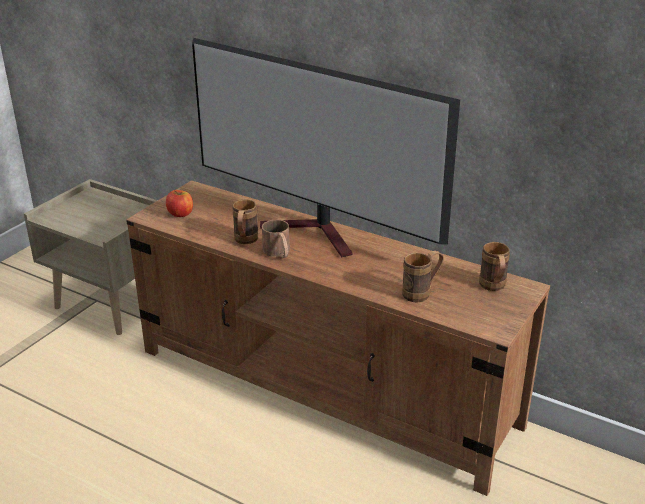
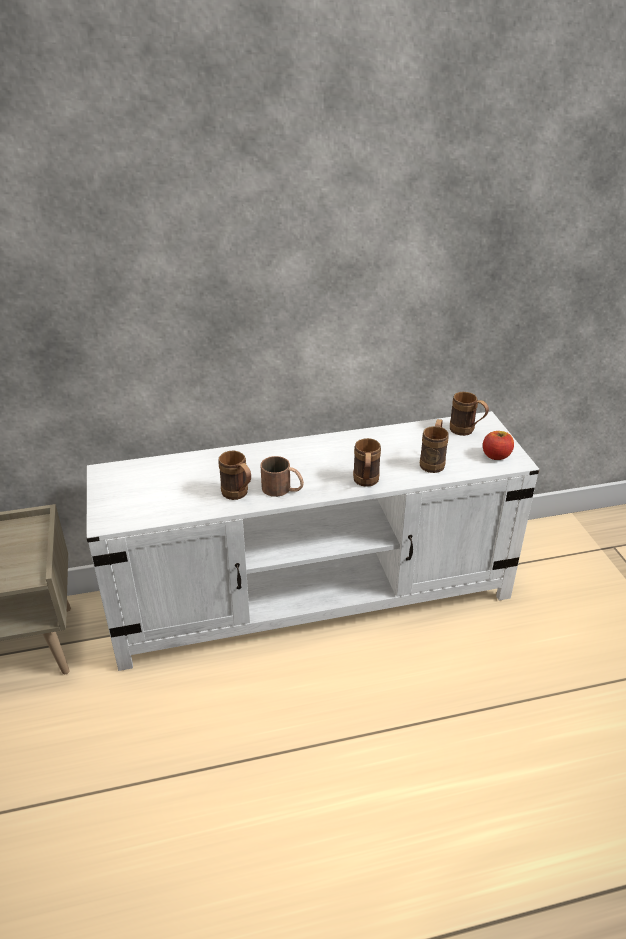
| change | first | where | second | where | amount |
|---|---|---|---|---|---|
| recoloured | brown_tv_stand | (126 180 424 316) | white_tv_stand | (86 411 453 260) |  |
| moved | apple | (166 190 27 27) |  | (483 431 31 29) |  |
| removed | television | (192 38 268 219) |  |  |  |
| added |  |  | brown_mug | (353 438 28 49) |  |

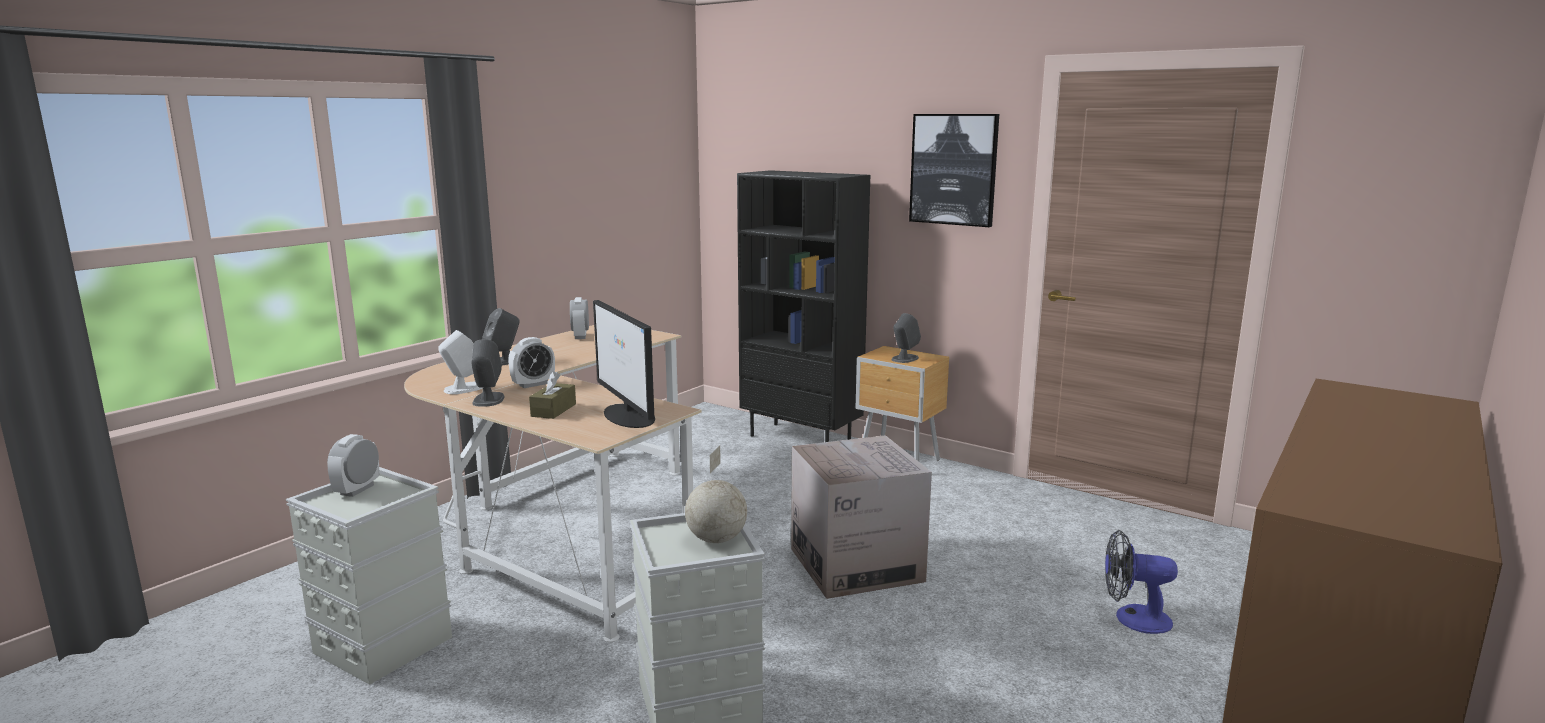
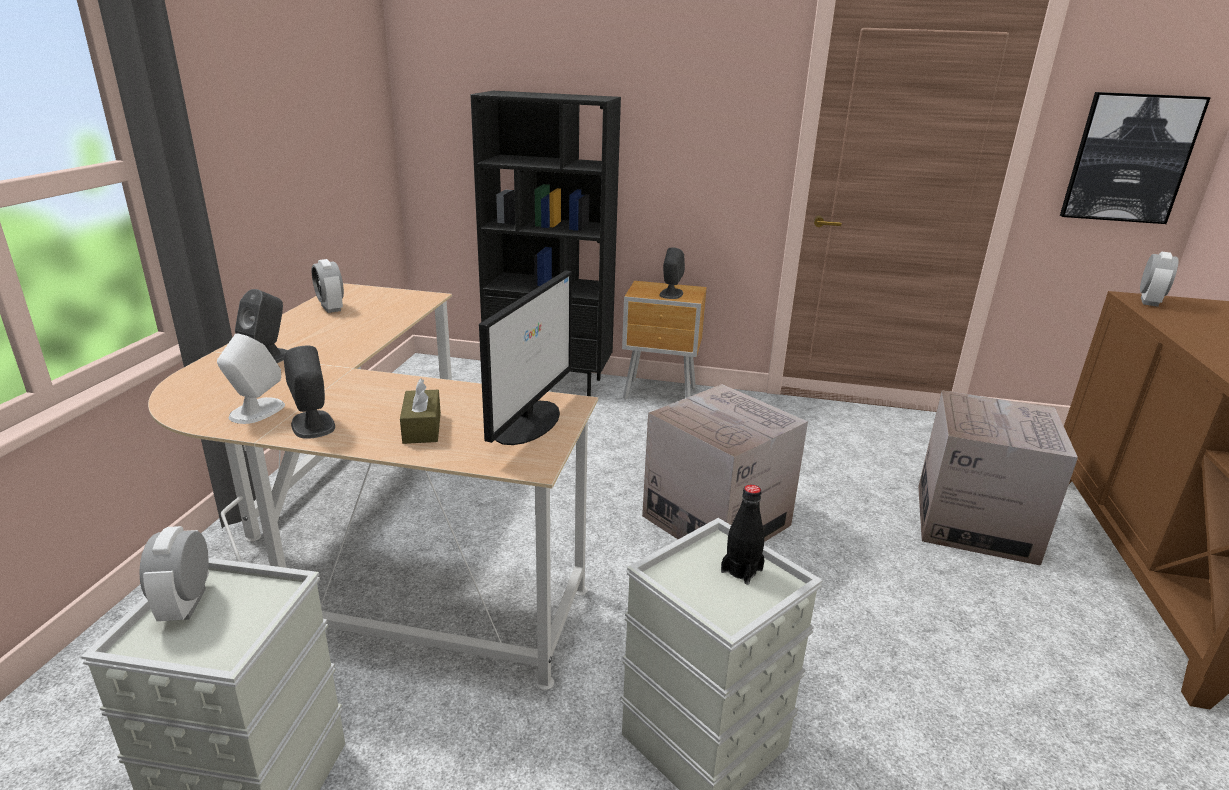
| change | first | where | second | where | amount |
|---|---|---|---|---|---|
| moved | alarm_clock | (508 337 47 51) |  | (1140 252 39 55) |  |
| turned | monitor | (593 300 62 128) |  | (479 270 93 175) | 105 degrees counterclockwise |
| replaced | globe | (685 446 62 97) | black_bottle | (721 485 44 100) |  |
| moved | picture | (909 114 90 113) |  | (1060 92 151 132) |  |
| replaced | fan | (1105 530 73 104) | cardboard_box | (918 390 160 176) |  |

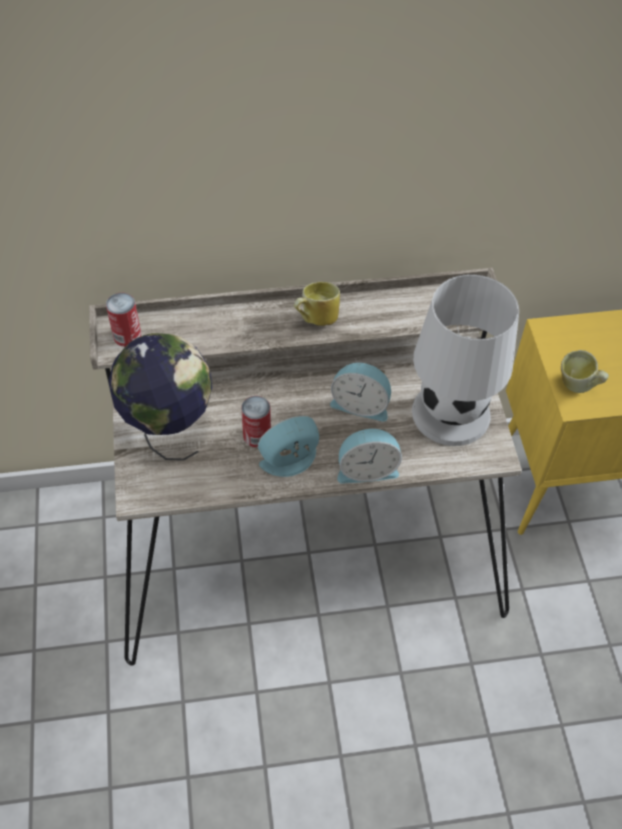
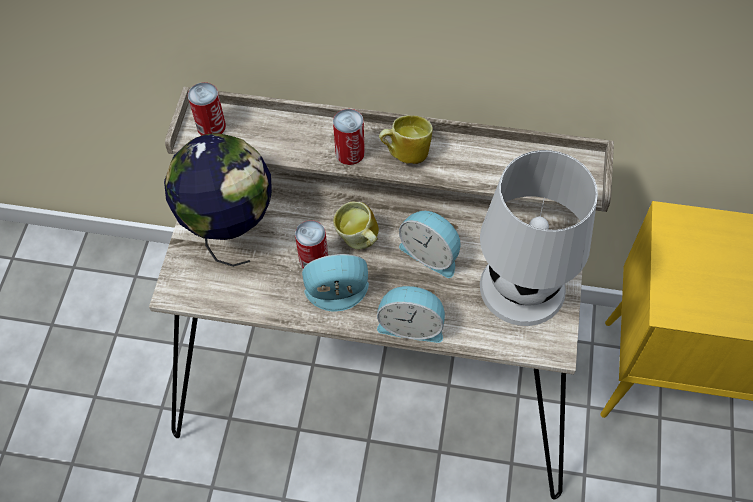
| change | first | where | second | where | amount |
|---|---|---|---|---|---|
| moved | mug | (561 350 48 43) |  | (333 201 46 49) |  |
| added |  |  | can | (333 109 32 56) |  |

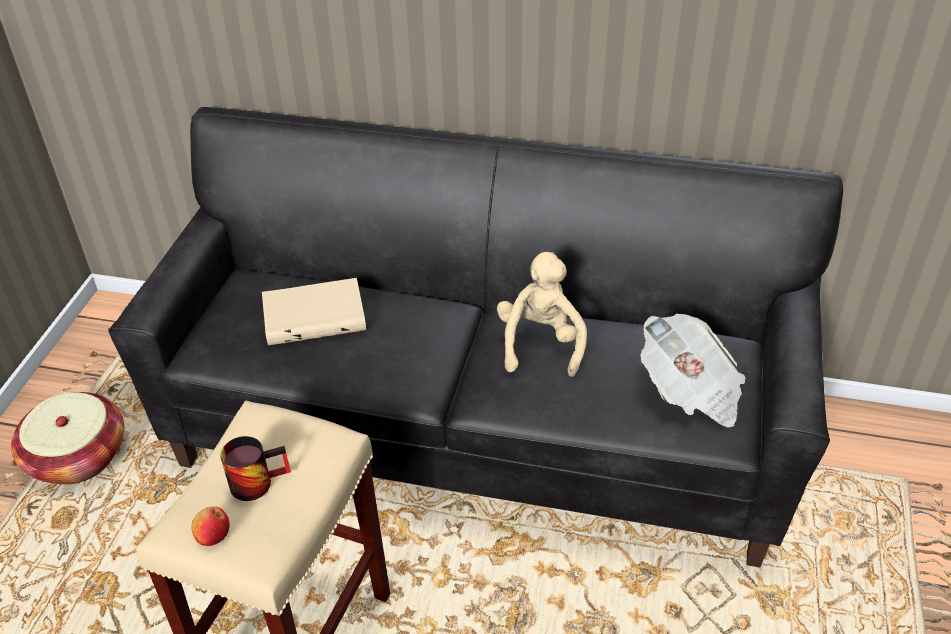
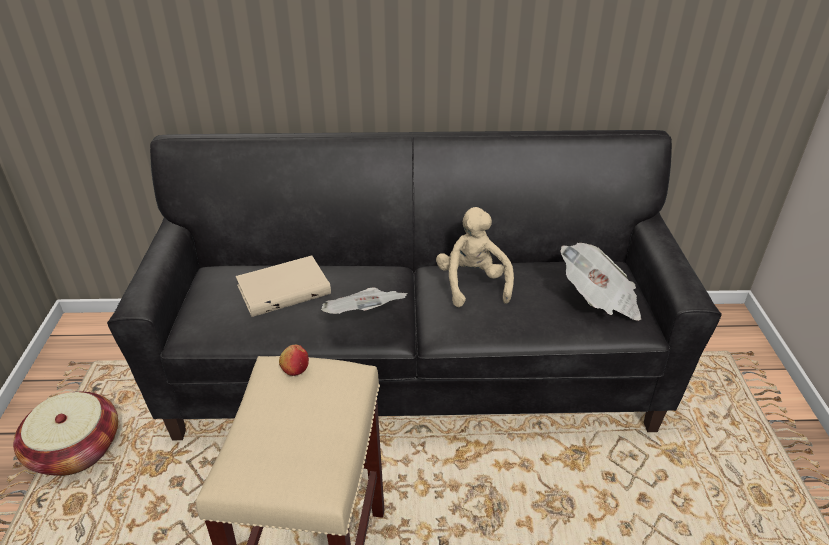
| change | first | where | second | where | amount |
|---|---|---|---|---|---|
| moved | apple | (191 506 39 40) |  | (279 345 30 31) |  |
| removed | mug | (220 436 71 65) |  |  |  |
| added |  |  | newspaper | (321 287 86 27) |  |

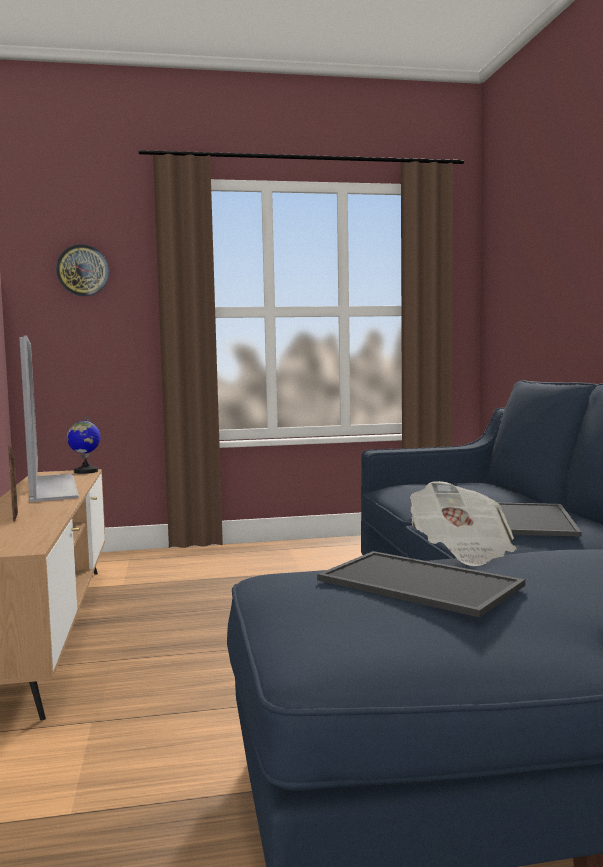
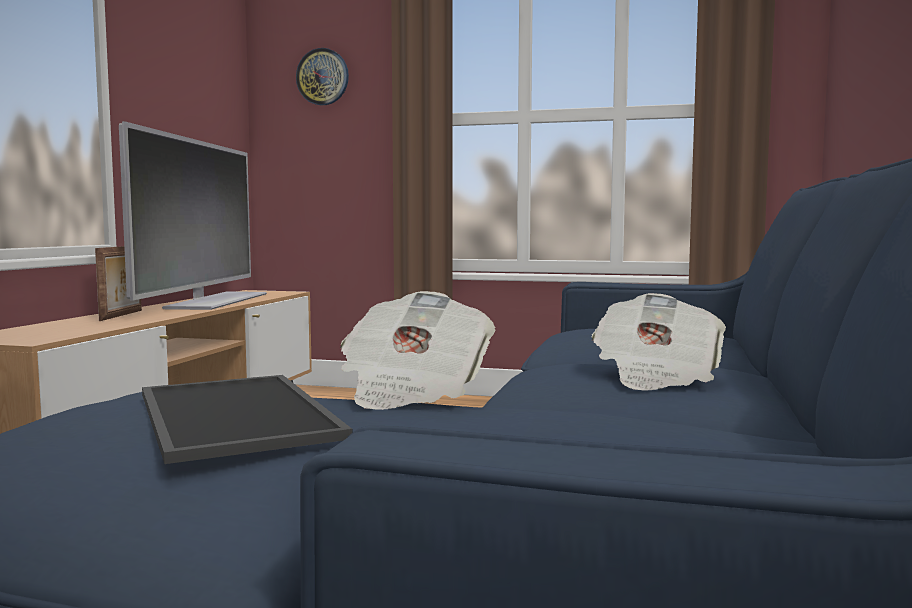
| change | first | where | second | where | amount |
|---|---|---|---|---|---|
| removed | globe | (67 416 34 58) |  |  |  |
| replaced | tray | (498 503 84 34) | newspaper | (592 293 134 98) |  |

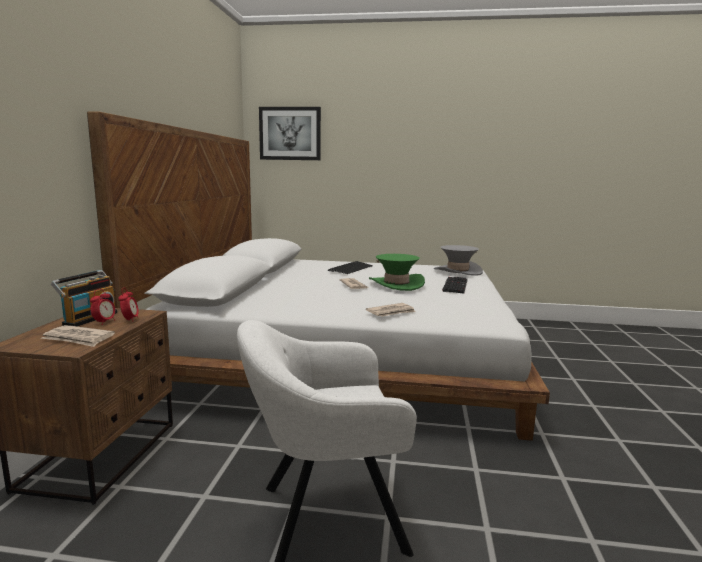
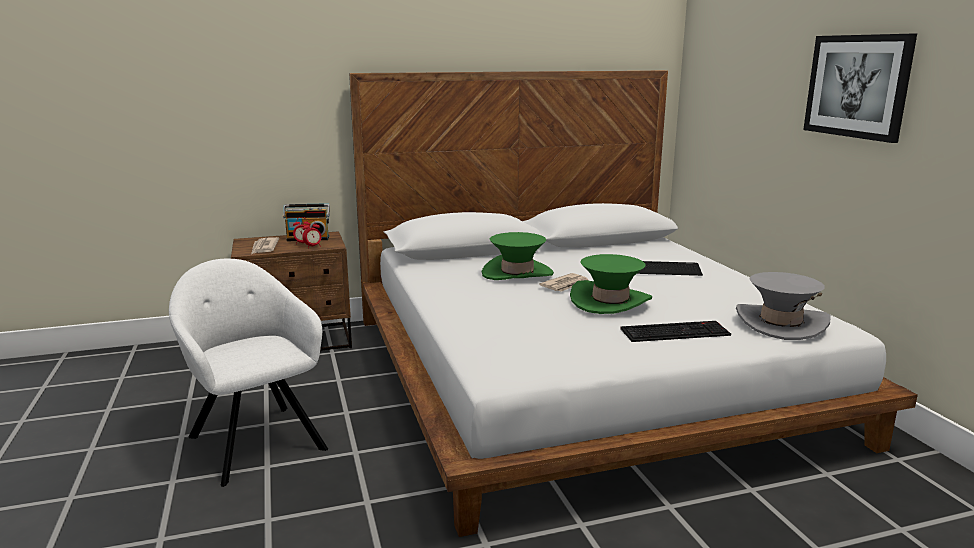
| change | first | where | second | where | amount |
|---|---|---|---|---|---|
| moved | picture | (259 107 62 53) |  | (803 34 114 109) |  |
| removed | newspaper | (366 303 50 14) |  |  |  |
| added |  |  | green_hat | (482 232 72 48) |  |

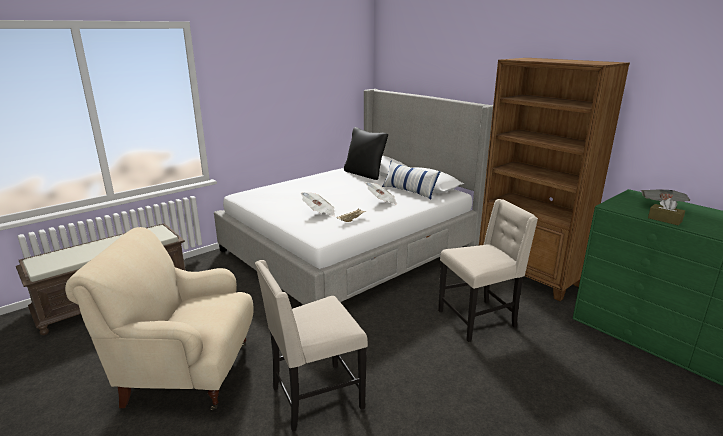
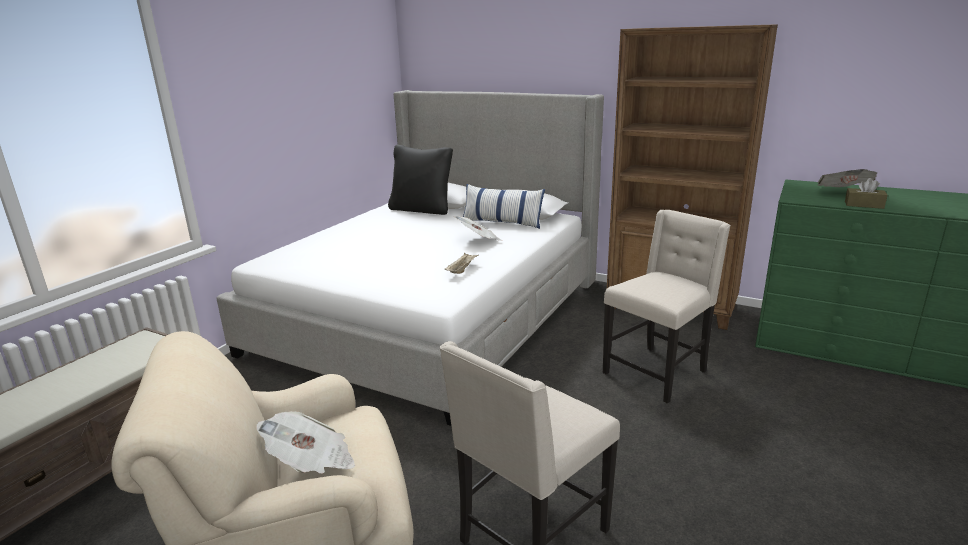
| change | first | where | second | where | amount |
|---|---|---|---|---|---|
| moved | newspaper | (301 192 34 24) |  | (256 411 100 63) |  |

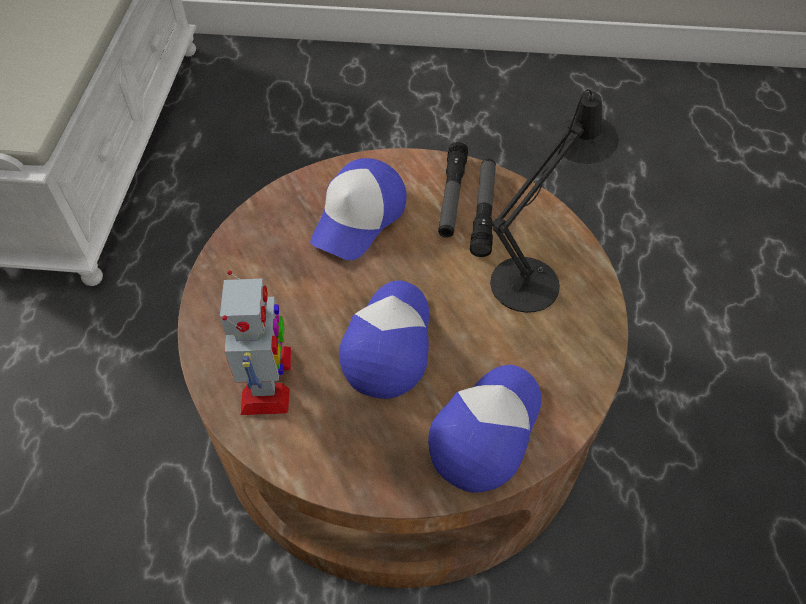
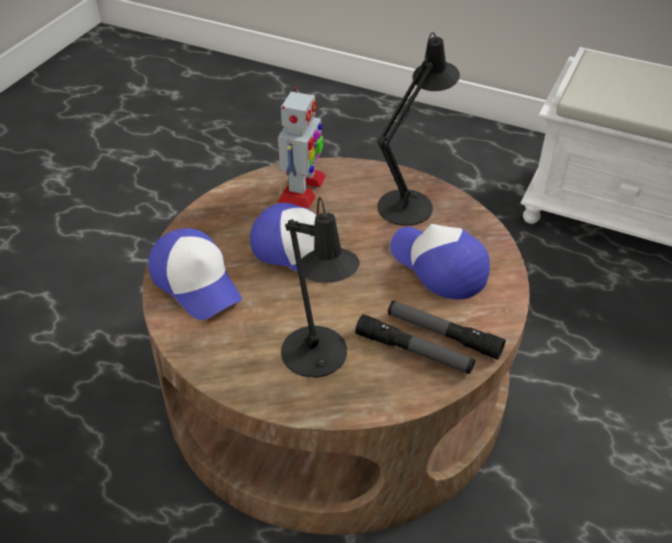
| change | first | where | second | where | amount |
|---|---|---|---|---|---|
| turned | toy_robot | (220 270 71 145) |  | (277 87 49 122) | 90 degrees counterclockwise |
| added |  |  | black_table_lamp | (377 32 83 194) |  |

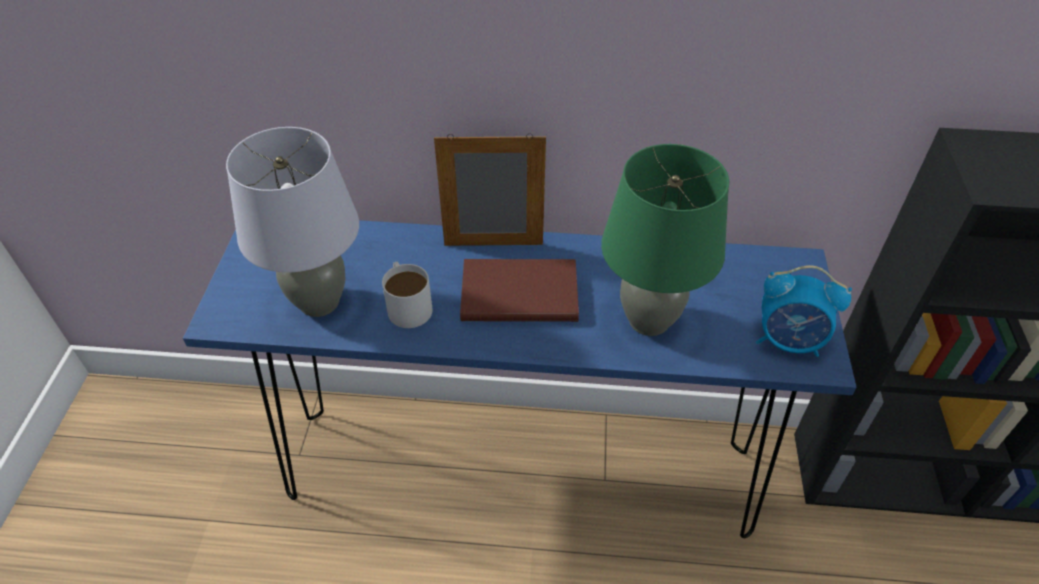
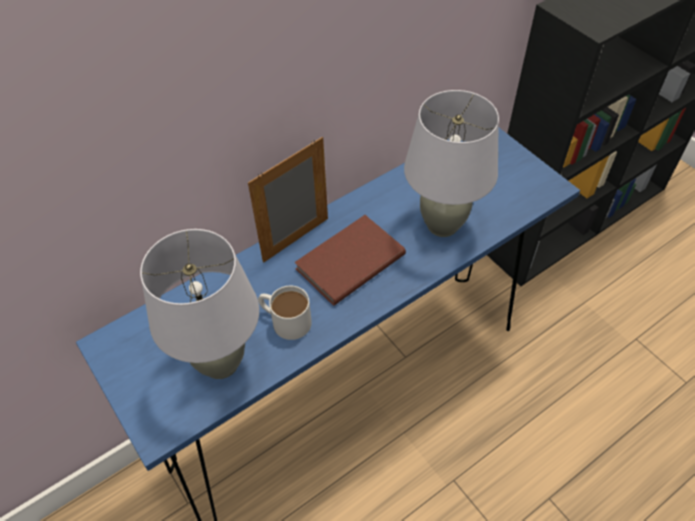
| change | first | where | second | where | amount |
|---|---|---|---|---|---|
| recoloured | green_table_lamp | (601 144 128 192) | grey_table_lamp | (404 90 95 147) |  |
| removed | alarm_clock | (756 265 96 92) |  |  |  |

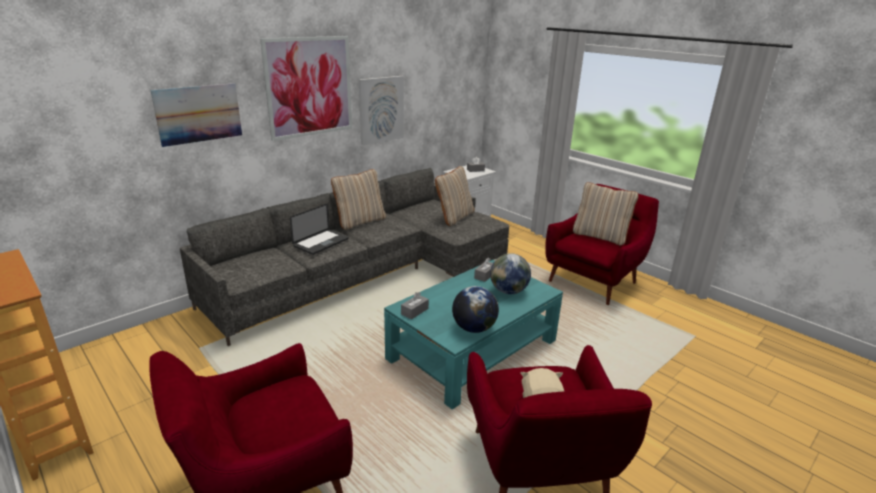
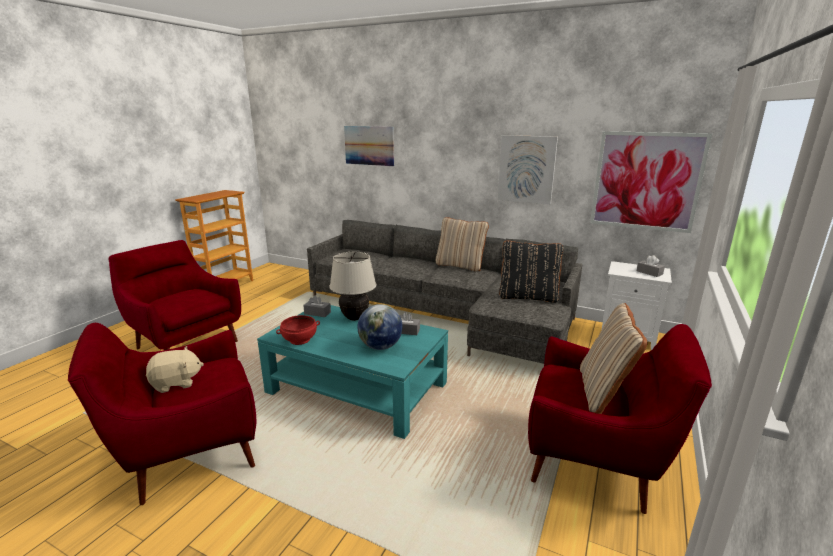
| change | first | where | second | where | amount |
|---|---|---|---|---|---|
| moved | picture | (260 36 92 105) |  | (590 131 122 102) |  |
| removed | laptop | (290 204 59 51) |  |  |  |
| recoloured | beige_pillow | (435 166 40 60) | black_pillow | (499 241 64 62) |  |
| replaced | globe | (452 286 47 47) | red_bowl | (276 315 44 30) |  |
| added |  |  | beige_table_lamp | (329 252 48 69) |  |

